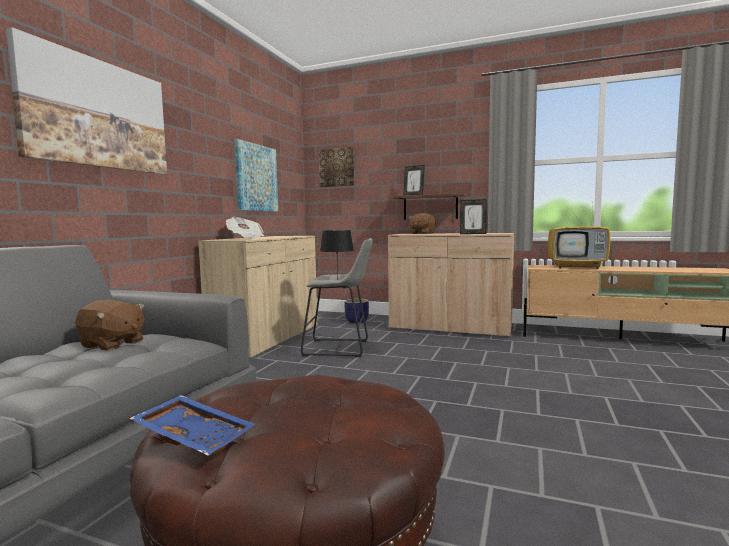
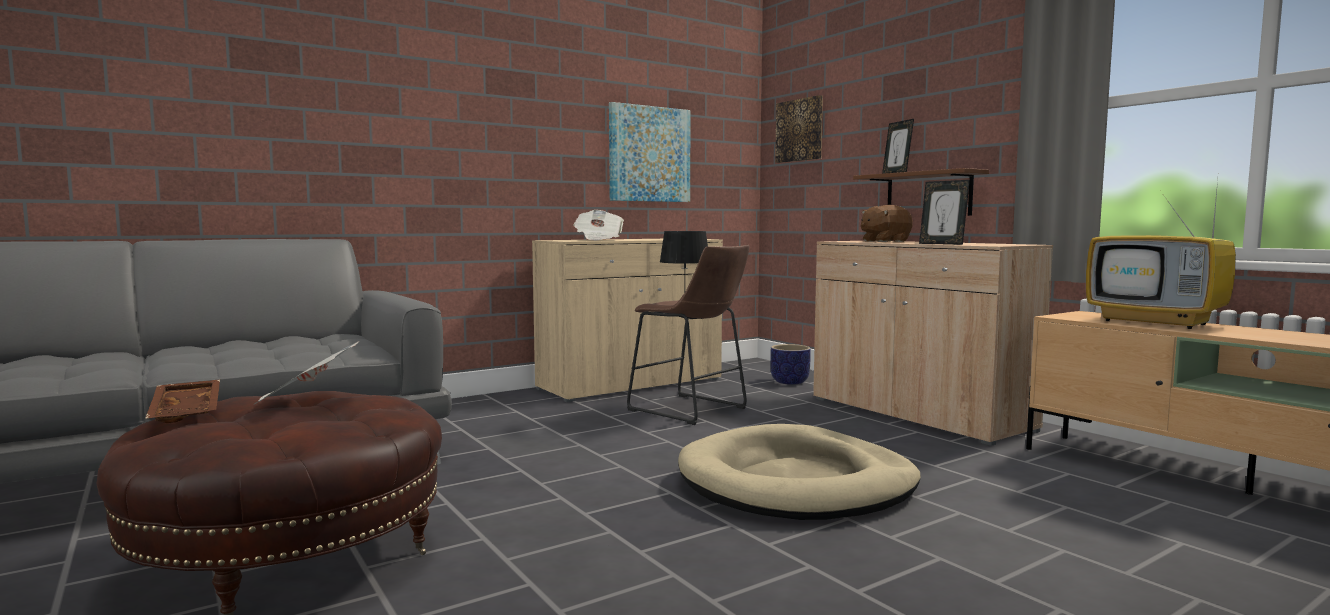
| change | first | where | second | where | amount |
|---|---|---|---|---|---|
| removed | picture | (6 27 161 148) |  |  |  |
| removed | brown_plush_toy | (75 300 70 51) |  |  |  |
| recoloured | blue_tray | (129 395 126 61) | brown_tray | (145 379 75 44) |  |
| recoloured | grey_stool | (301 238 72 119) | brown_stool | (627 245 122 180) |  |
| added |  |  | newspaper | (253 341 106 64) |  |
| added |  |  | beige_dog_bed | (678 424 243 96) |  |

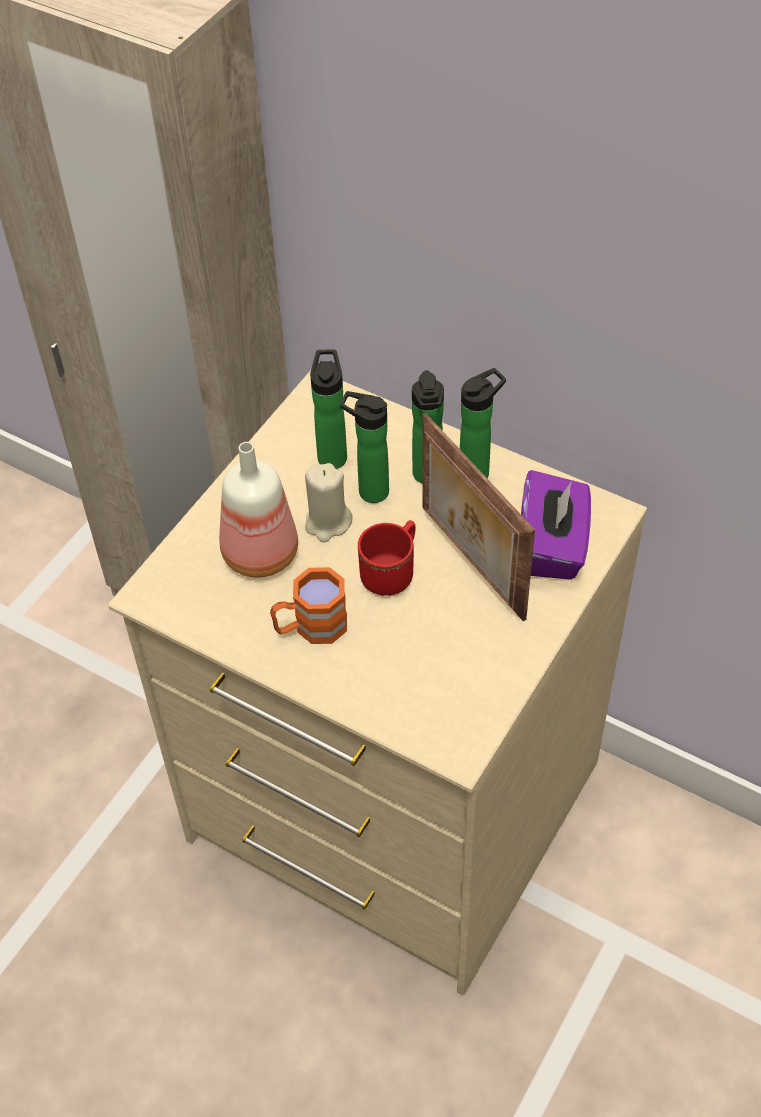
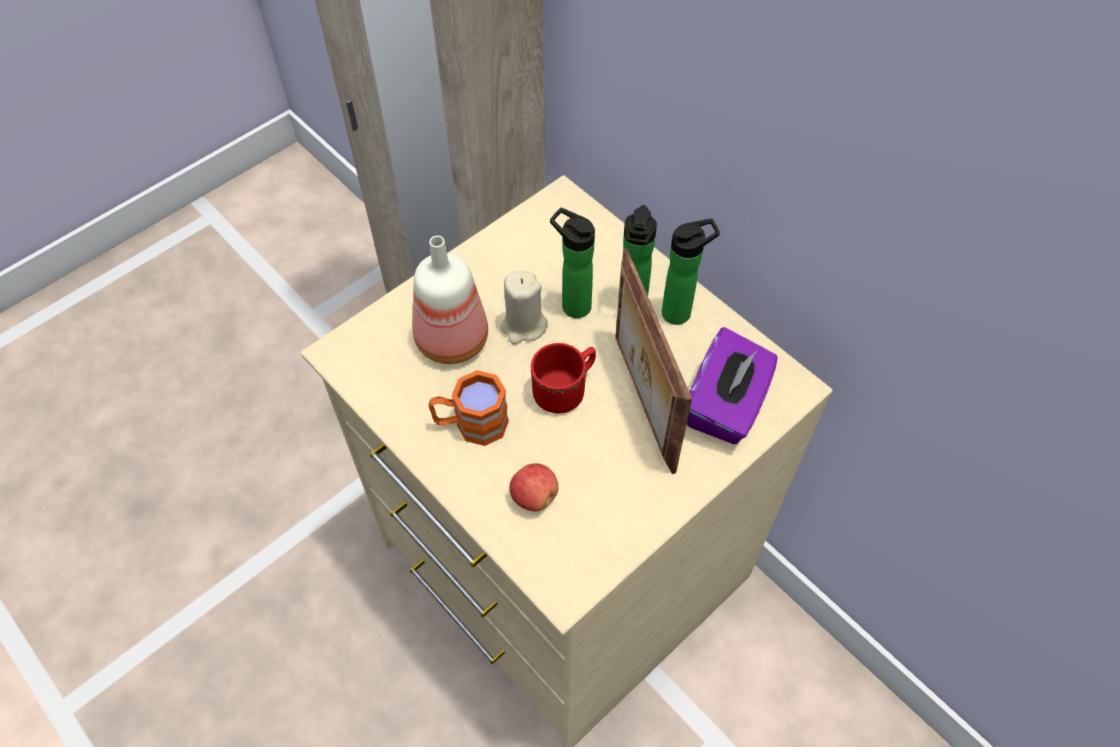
| change | first | where | second | where | amount |
|---|---|---|---|---|---|
| removed | bottle | (310 350 37 119) |  |  |  |
| added |  |  | apple | (509 463 50 48) |  |

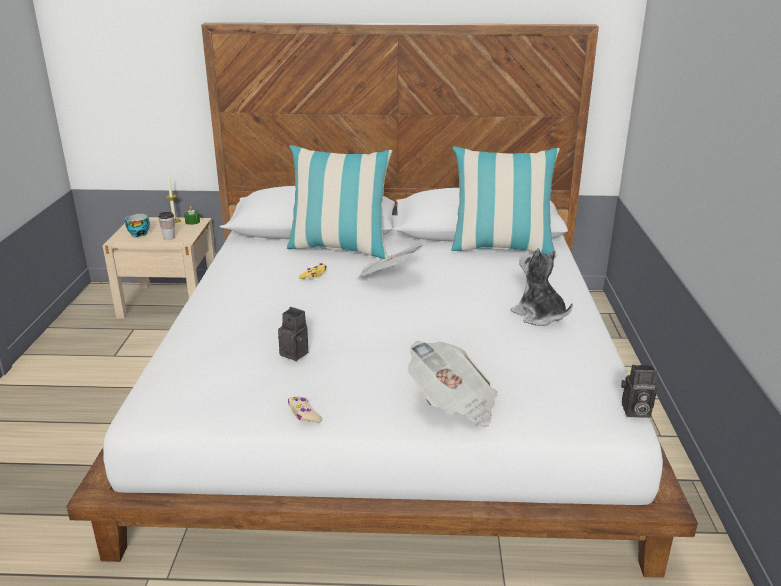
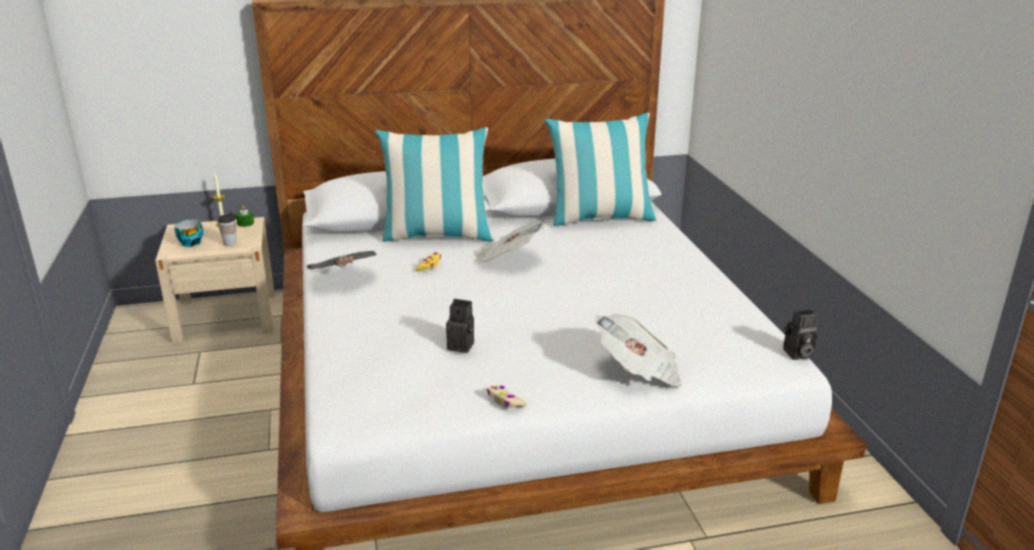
| change | first | where | second | where | amount |
|---|---|---|---|---|---|
| removed | plush_toy | (510 248 63 78) |  |  |  |
| added |  |  | newspaper | (307 251 70 18) |  |

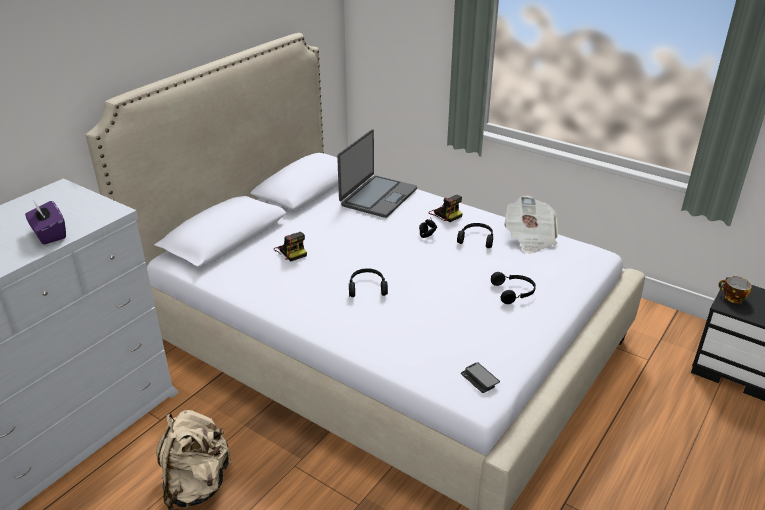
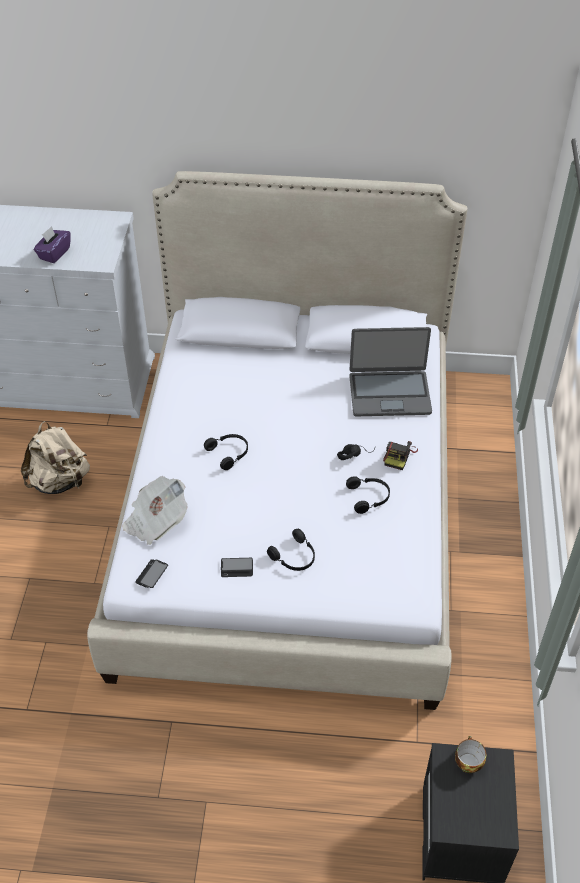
| change | first | where | second | where | amount |
|---|---|---|---|---|---|
| removed | photo_camera | (274 232 33 29) |  |  |  |
| moved | newspaper | (504 195 54 59) |  | (122 476 65 69) |  |
| added |  |  | phone | (221 558 32 19) |  |

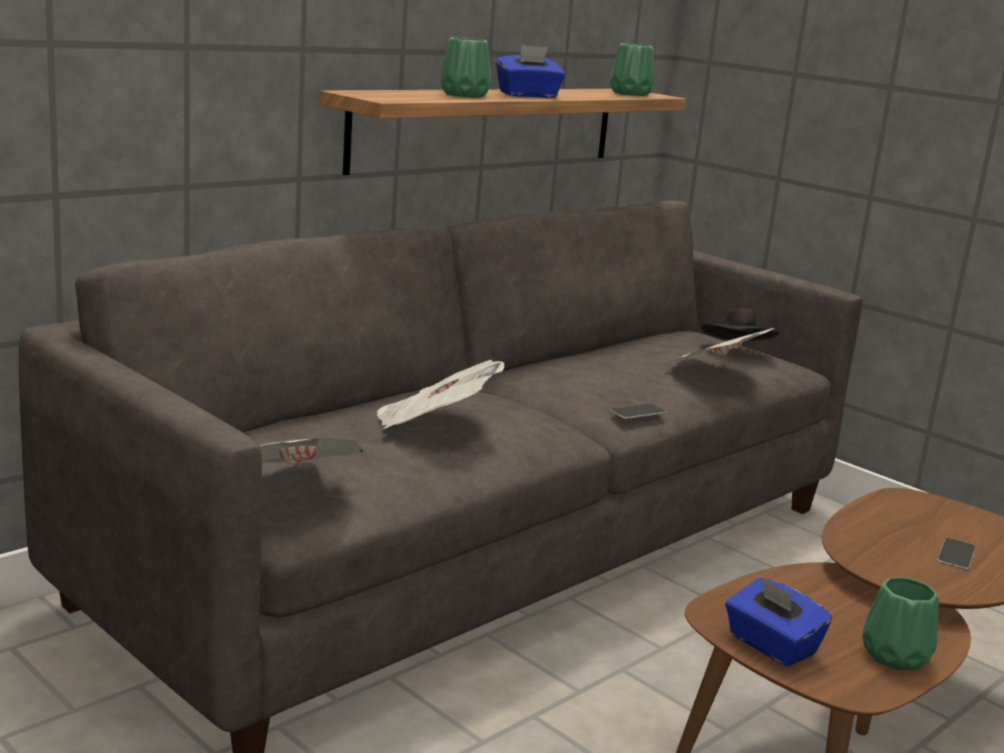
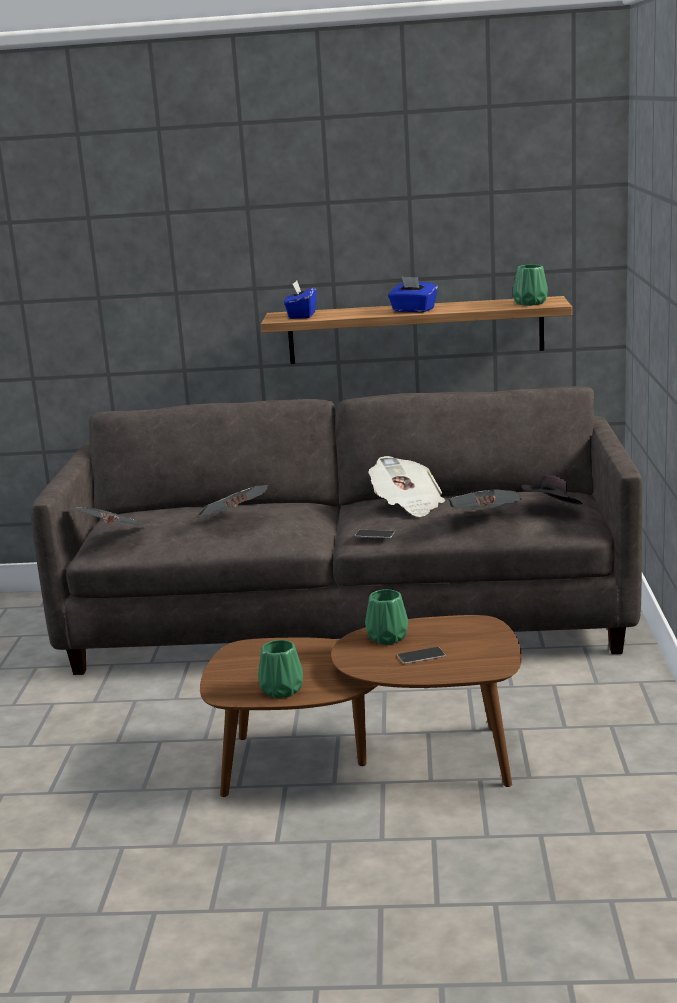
| change | first | where | second | where | amount |
|---|---|---|---|---|---|
| moved | green_vase | (441 37 50 61) |  | (365 589 43 56) |  |
| moved | blue_tissue_box | (725 576 107 91) |  | (284 281 33 38) |  |
| added |  |  | newspaper | (368 456 77 61) |  |

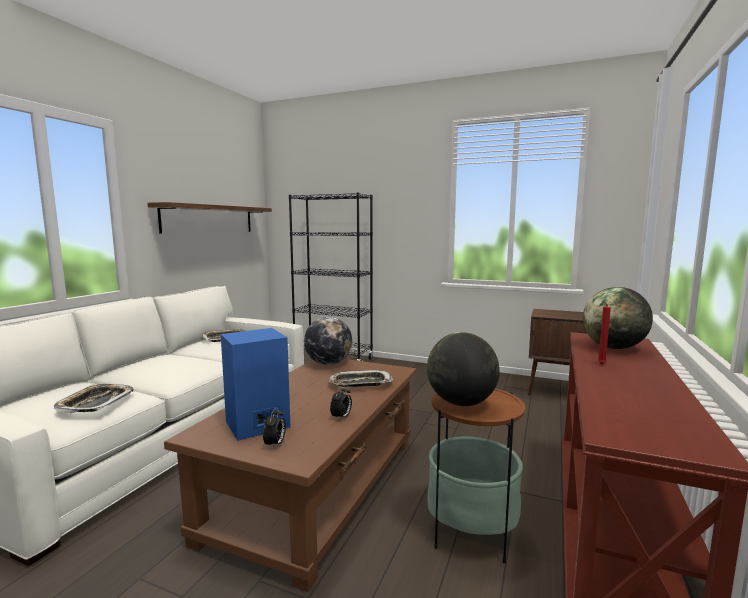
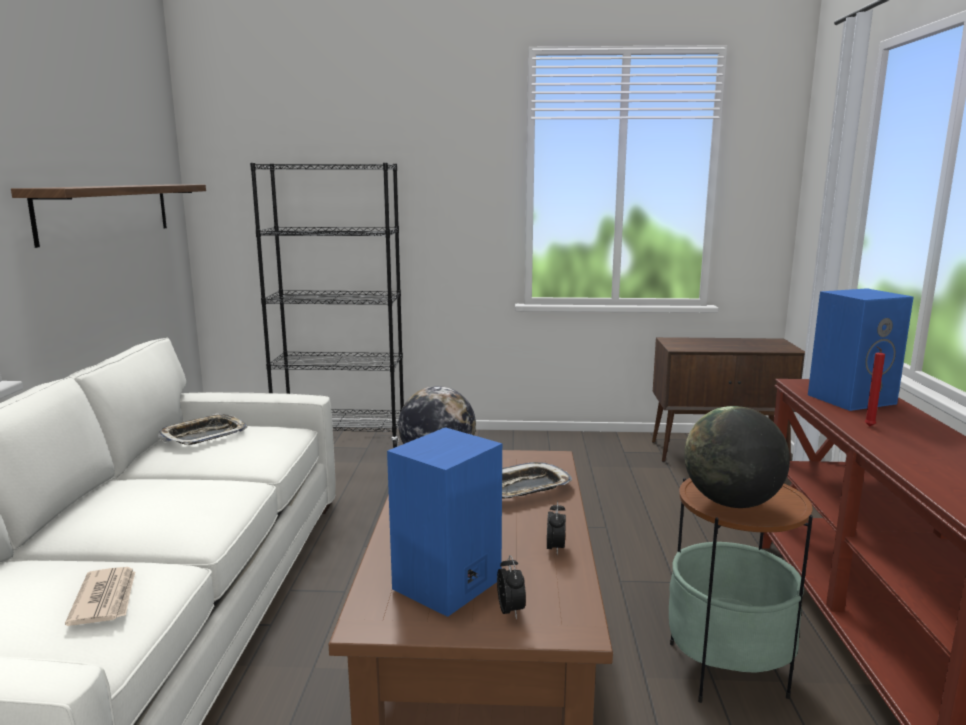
| change | first | where | second | where | amount |
|---|---|---|---|---|---|
| replaced | tray | (54 384 80 30) | newspaper | (65 567 70 59) |  |
| replaced | globe | (583 287 70 62) | blue_speaker | (808 288 106 123) |  |

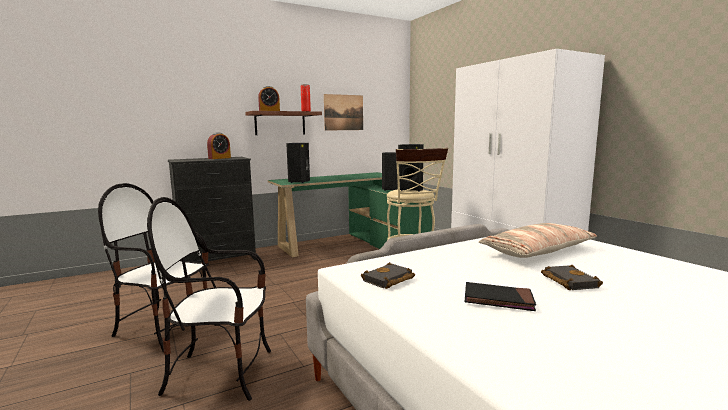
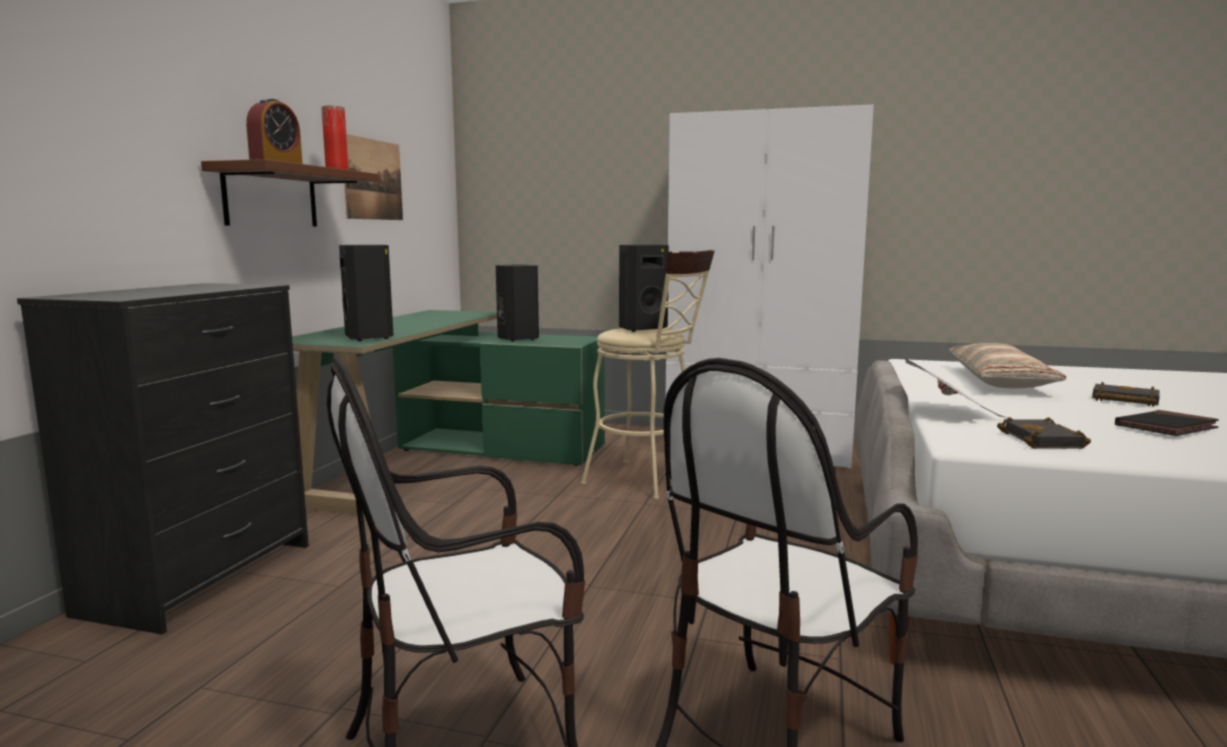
| change | first | where | second | where | amount |
|---|---|---|---|---|---|
| removed | alarm_clock | (207 132 24 27) |  |  |  |
| added |  |  | newspaper | (902 358 105 60) |  |

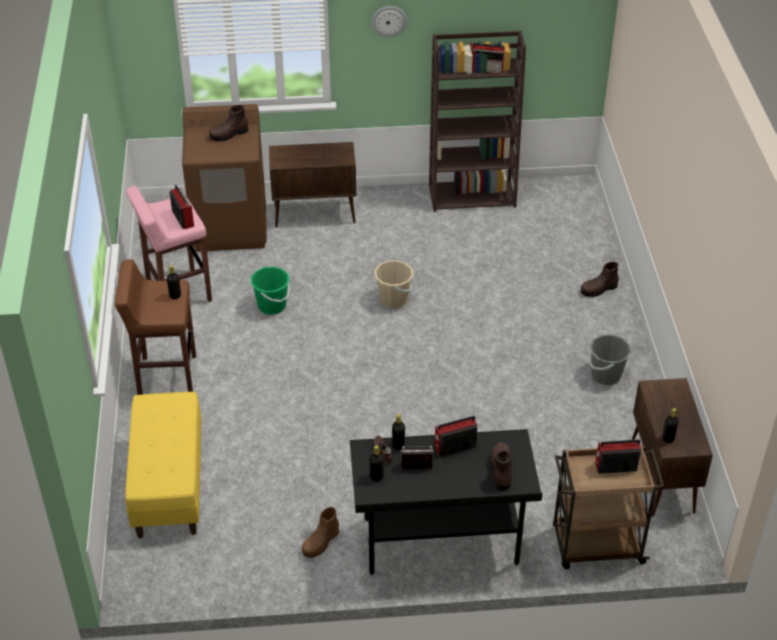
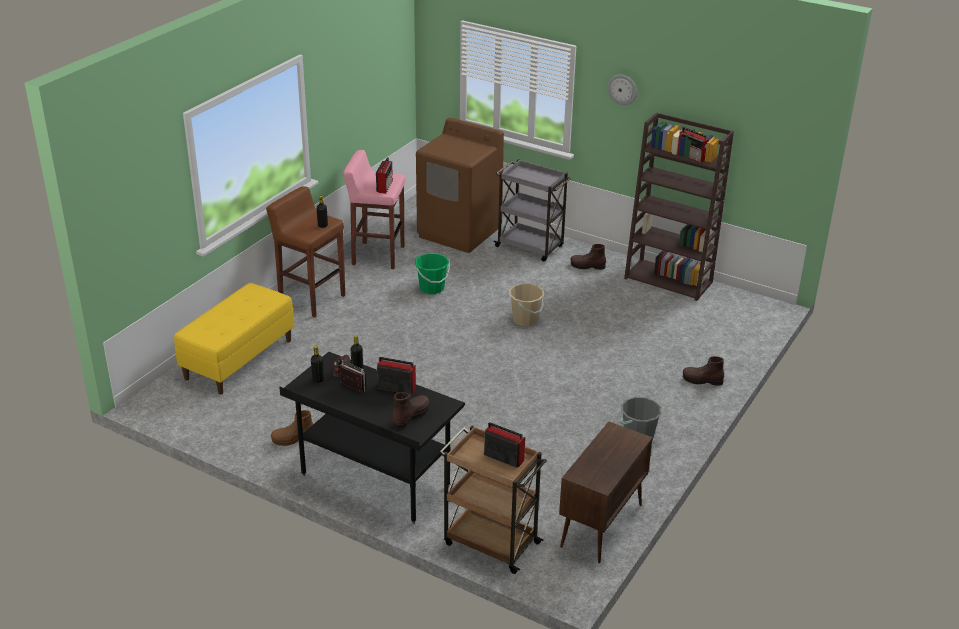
| change | first | where | second | where | amount |
|---|---|---|---|---|---|
| moved | brown_boot | (209 105 40 36) |  | (570 244 36 26) |  |
| replaced | brown_cabinet | (269 142 87 85) | grey_cart | (493 159 78 103) |  |
| removed | black_bottle | (662 408 17 35) |  |  |  |

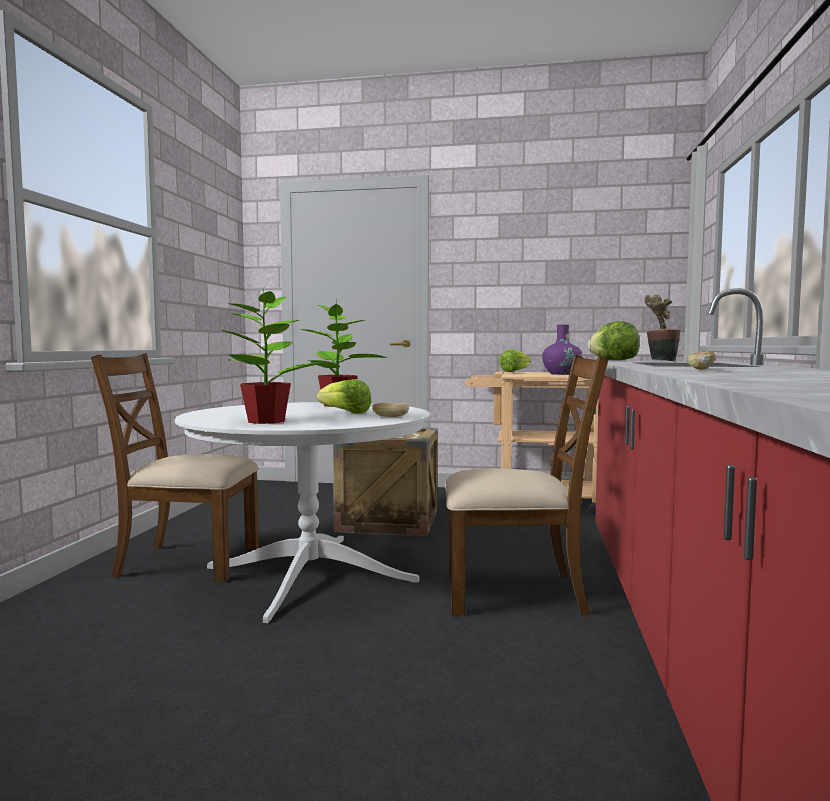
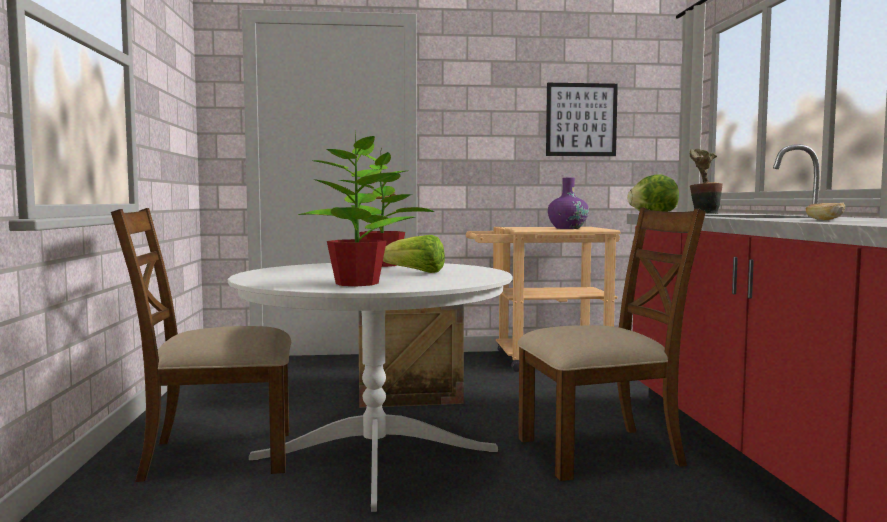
| change | first | where | second | where | amount |
|---|---|---|---|---|---|
| removed | bread | (372 403 37 14) |  |  |  |
| removed | lettuce | (499 349 32 23) |  |  |  |
| added |  |  | picture | (546 83 72 73) |  |

